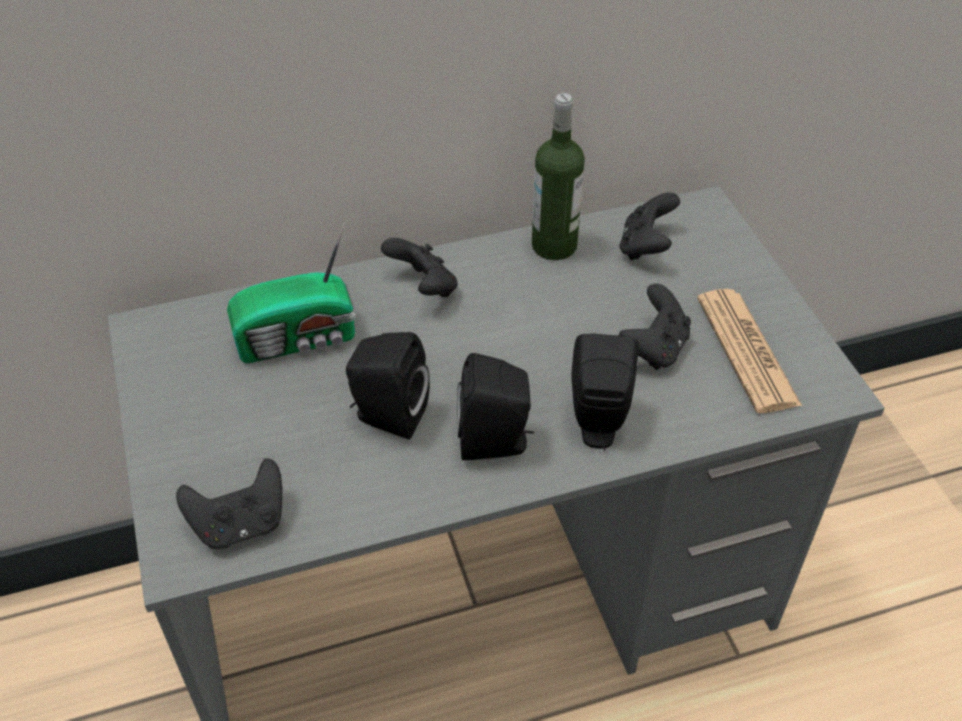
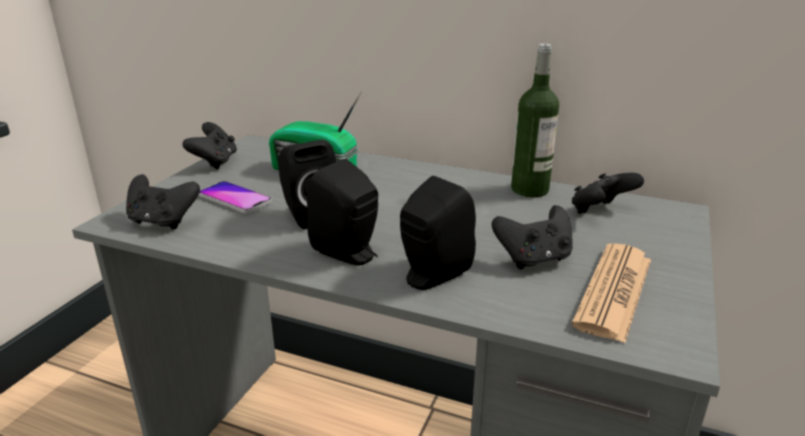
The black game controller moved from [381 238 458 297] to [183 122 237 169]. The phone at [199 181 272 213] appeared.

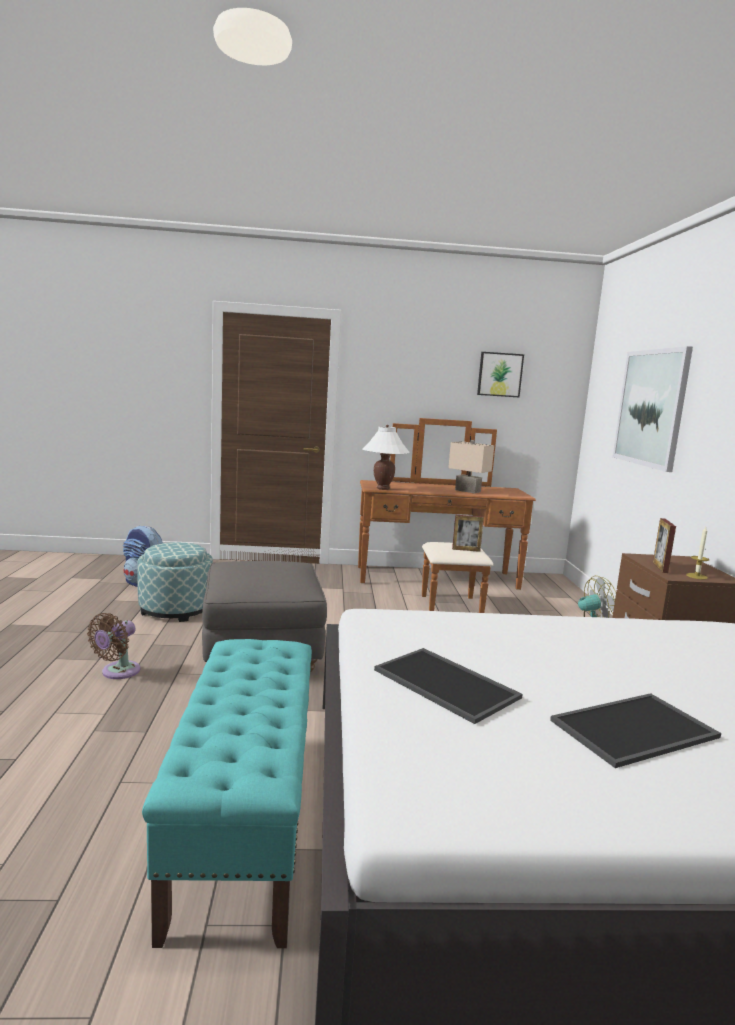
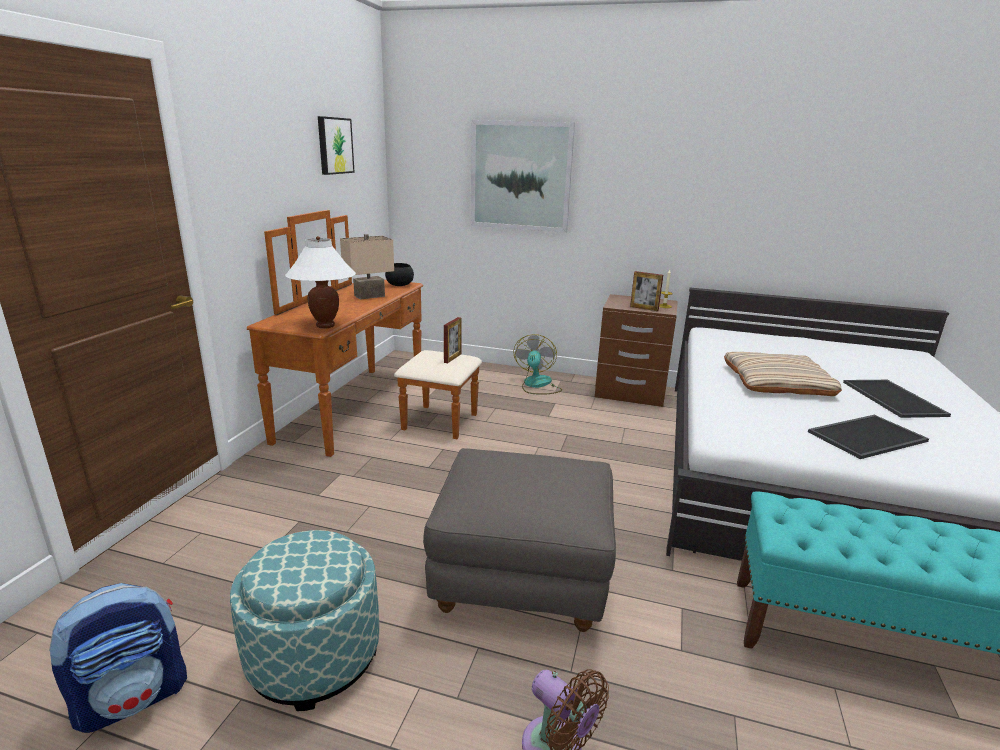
The black bowl at [385 263 414 286] appeared. The beige pillow at [724 352 842 396] appeared.

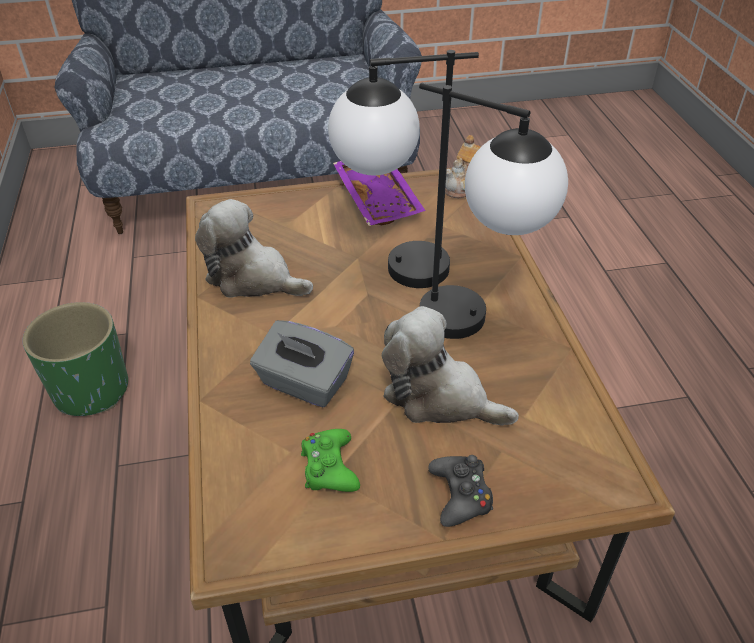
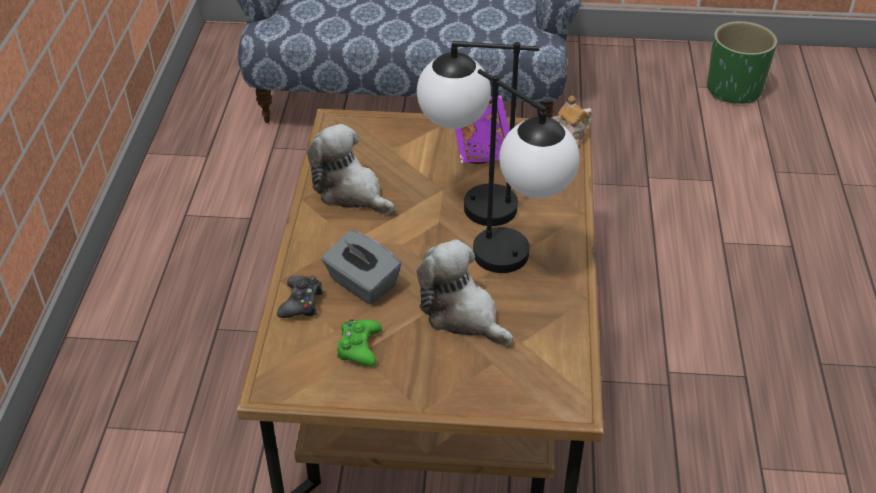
The black game controller moved from [428 455 493 527] to [277 276 324 318]. The green planter moved from [22 302 128 416] to [707 21 777 104].

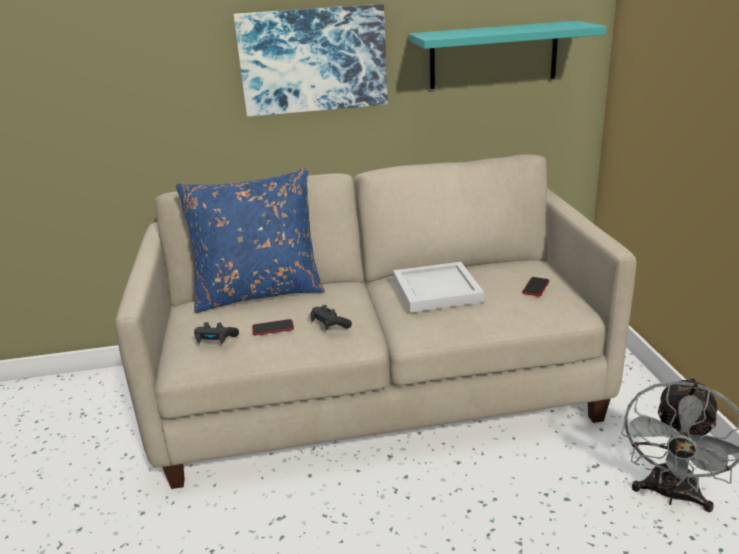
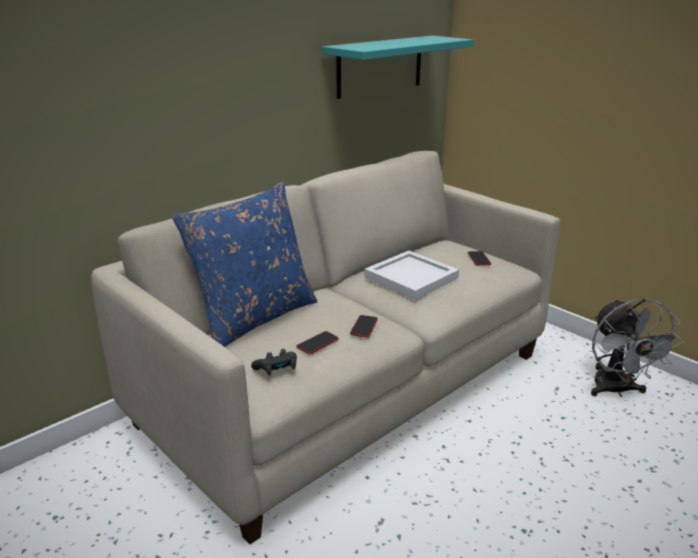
The black game controller at [310 305 352 330] was replaced by the phone at [350 315 378 338]. The picture at [234 4 388 117] disappeared.

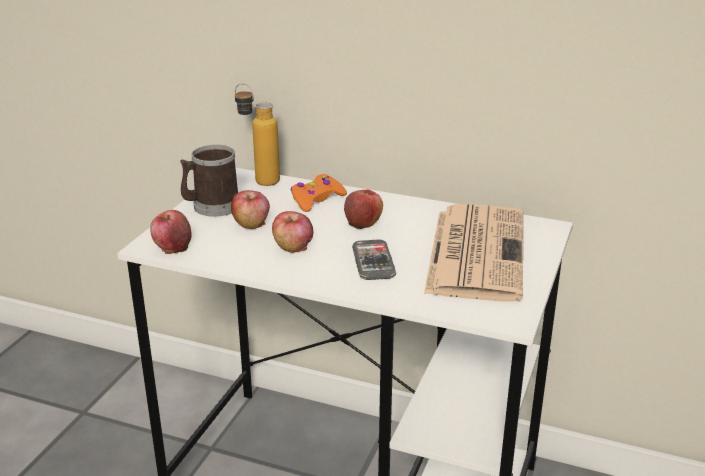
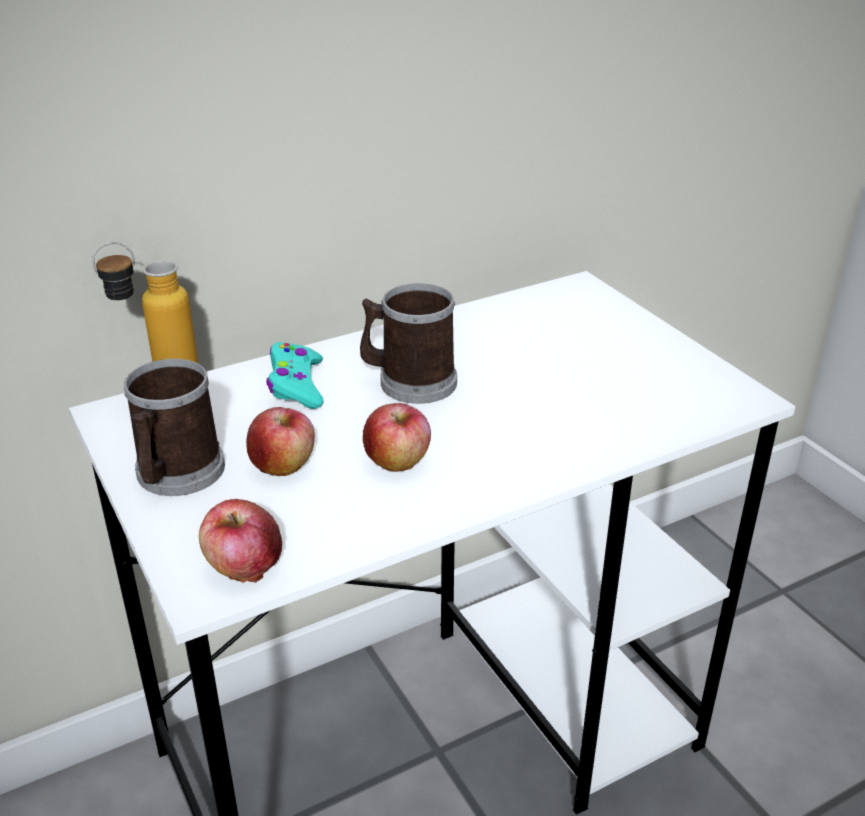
The orange game controller at [291 174 347 212] became the turquoise game controller at [266 342 323 409]. The apple at [344 190 383 229] was replaced by the mug at [360 283 457 404]. The phone at [352 240 396 280] disappeared. The newspaper at [424 204 523 302] disappeared.

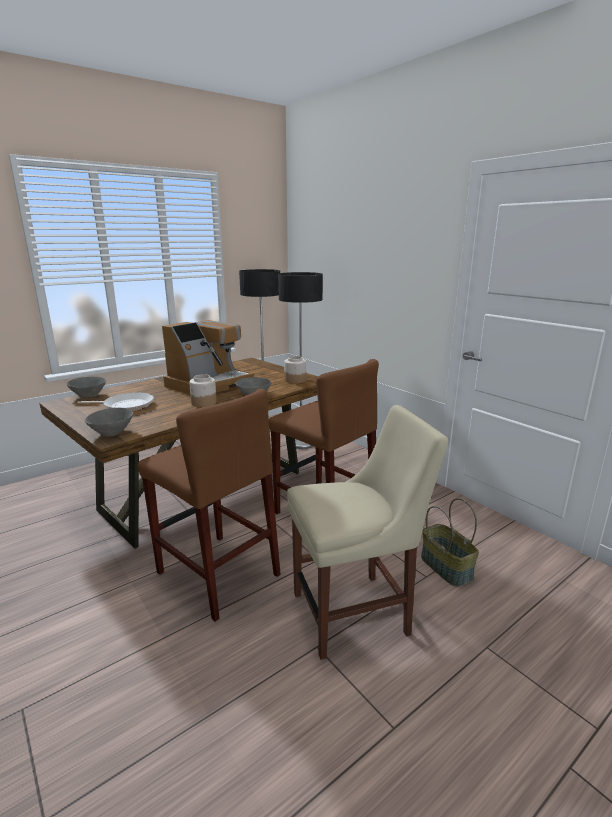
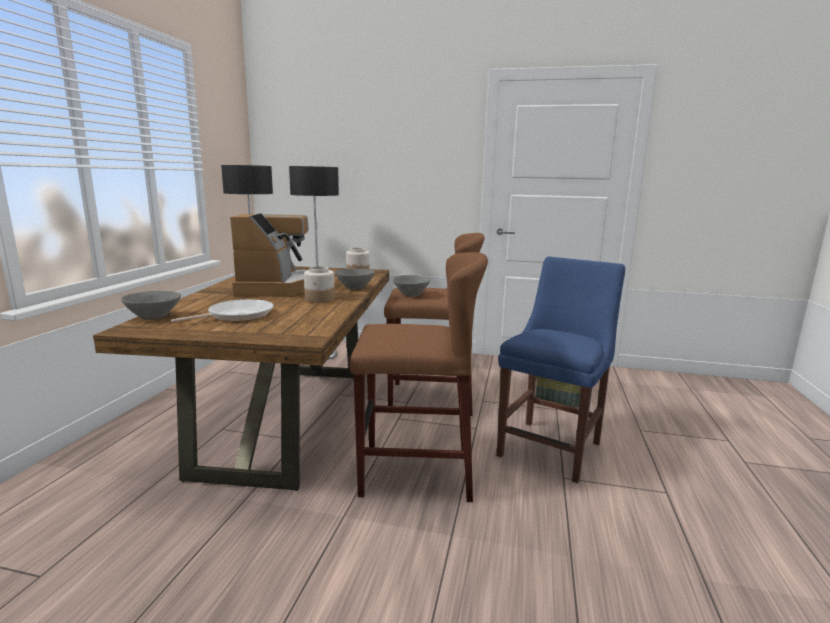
The grey bowl moved from [85 408 133 437] to [393 275 431 296]. The beige chair at [287 405 448 660] became the blue chair at [497 256 625 483].

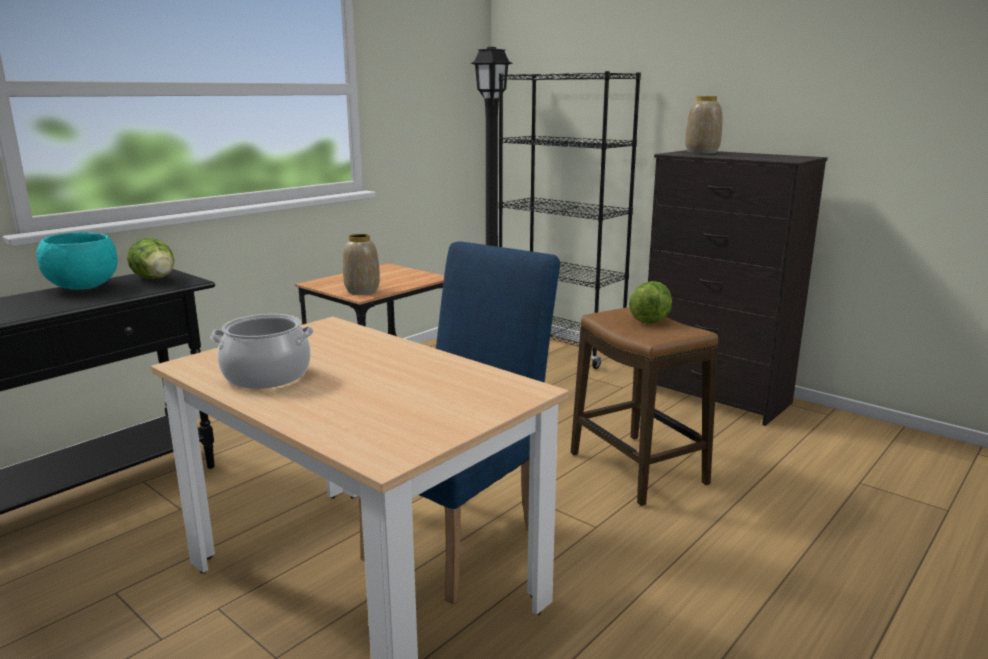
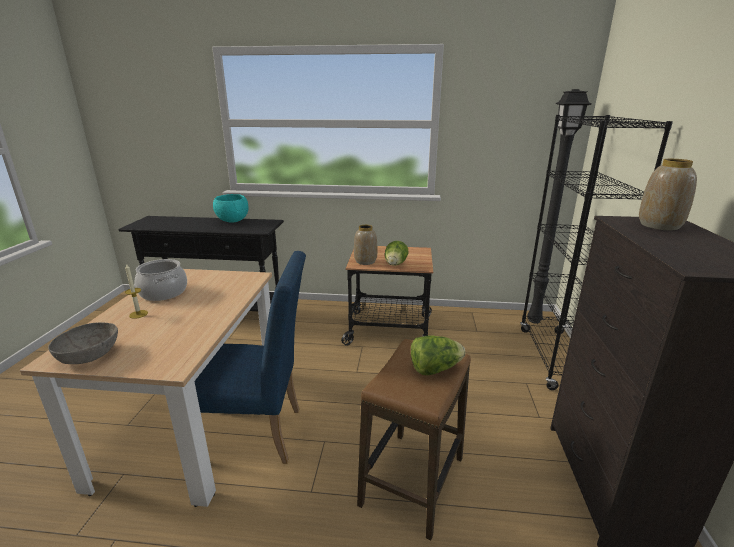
The grey bowl at [48 322 118 364] appeared. The candle at [125 263 148 319] appeared. The lettuce moved from [127 238 174 279] to [385 241 409 266].

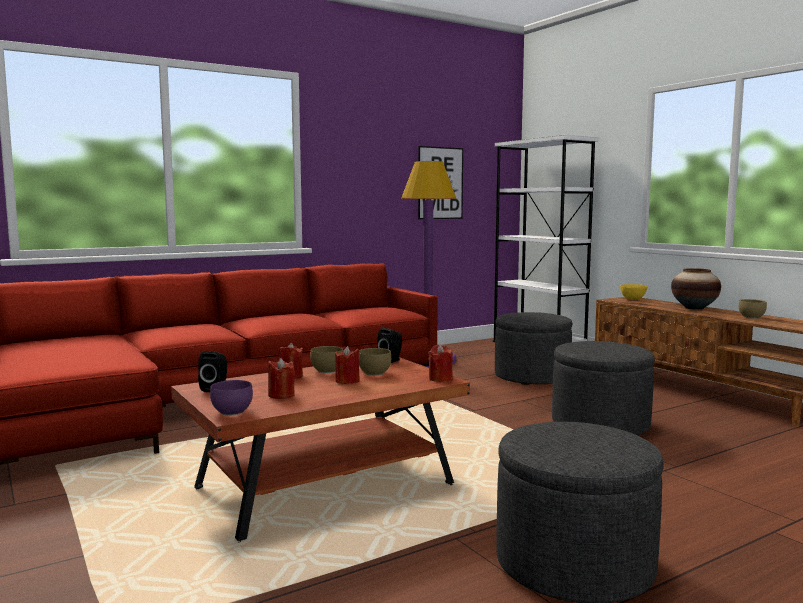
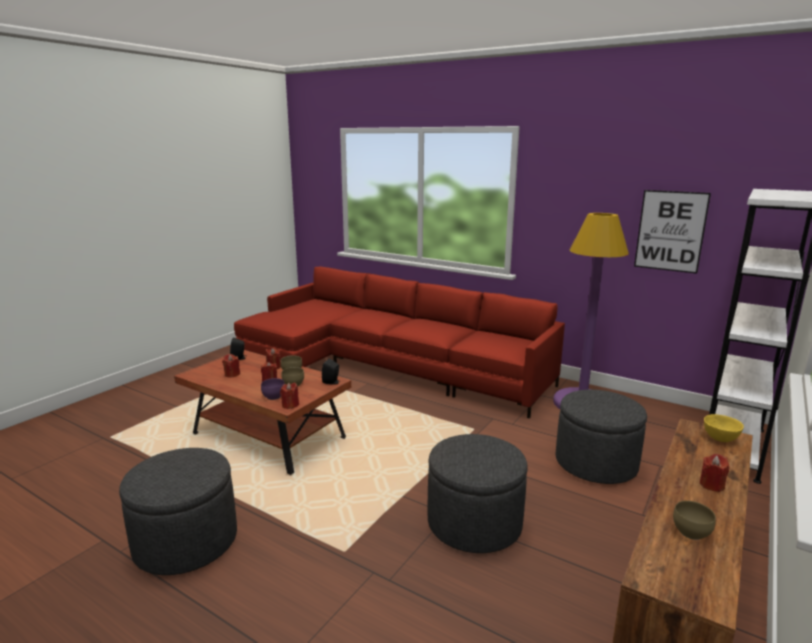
The purple bowl moved from [210 380 253 416] to [261 378 285 400]. The vase at [671 268 721 310] was replaced by the red candle at [700 454 730 492].

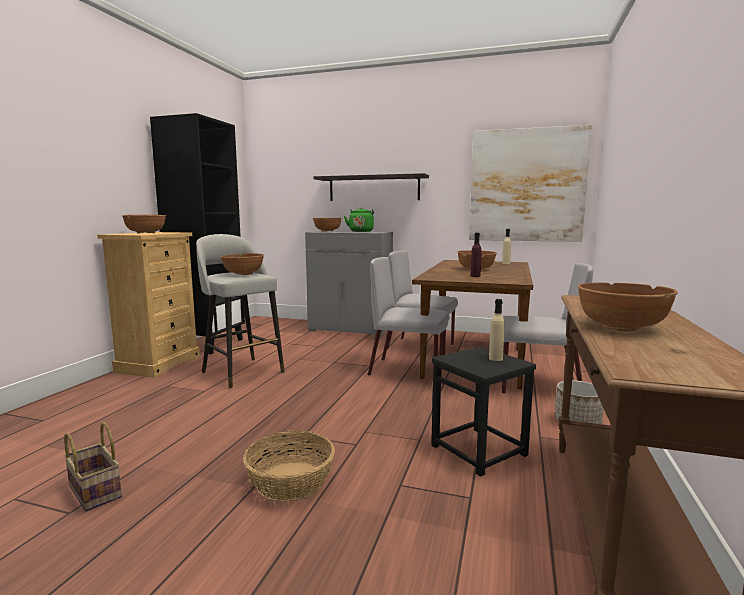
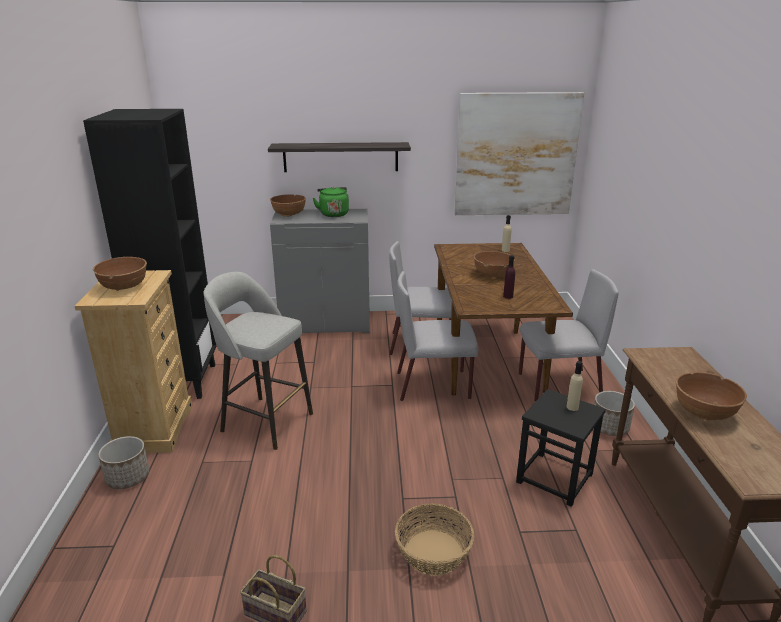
The planter at [98 436 149 489] appeared. The brown bowl at [221 253 264 275] disappeared.

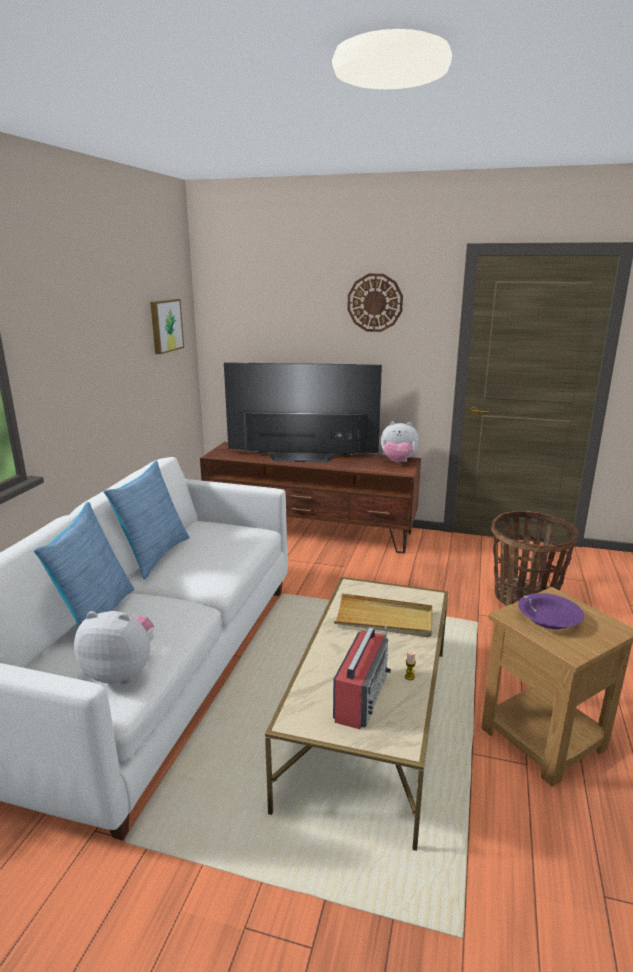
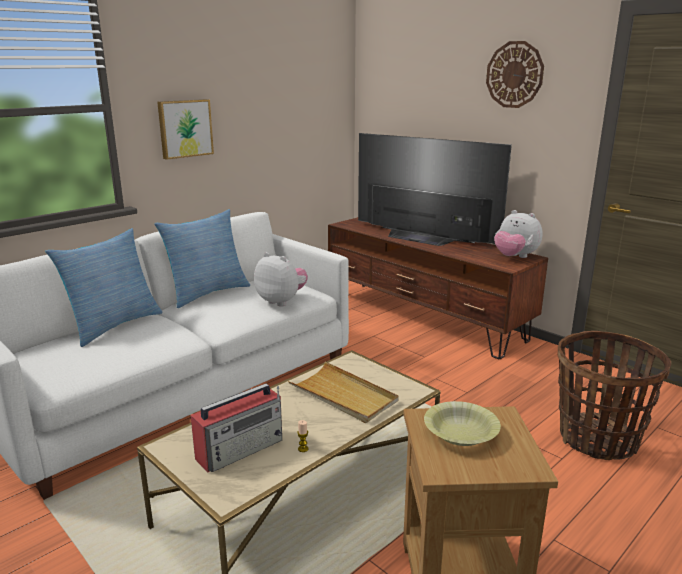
The picture moved from [150 299 184 354] to [157 99 214 160]. The plush toy moved from [74 611 154 684] to [254 252 308 307]. The purple bowl at [518 593 584 629] became the yellow bowl at [424 401 501 446].

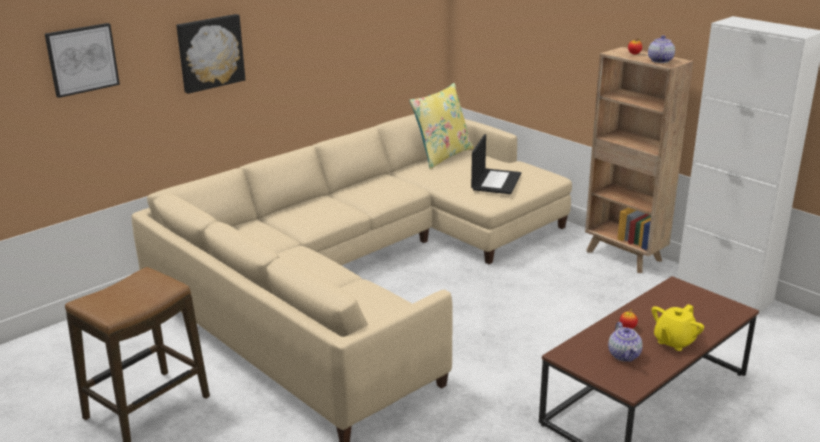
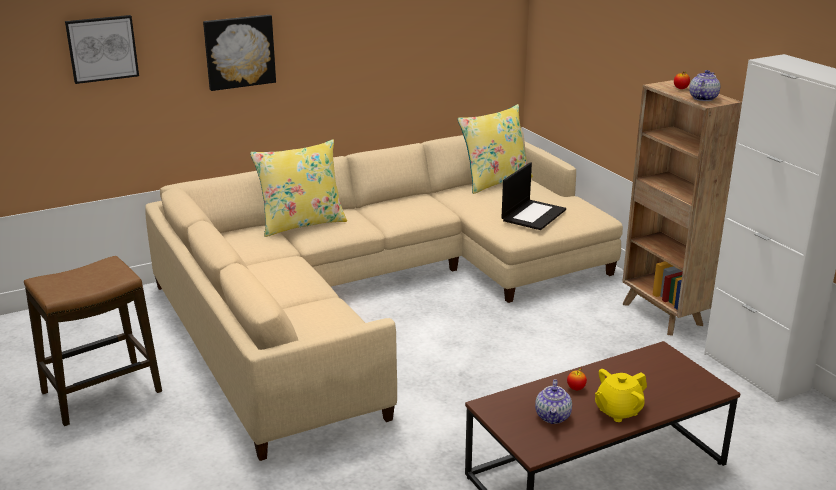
The yellow pillow at [250 140 347 237] appeared.

